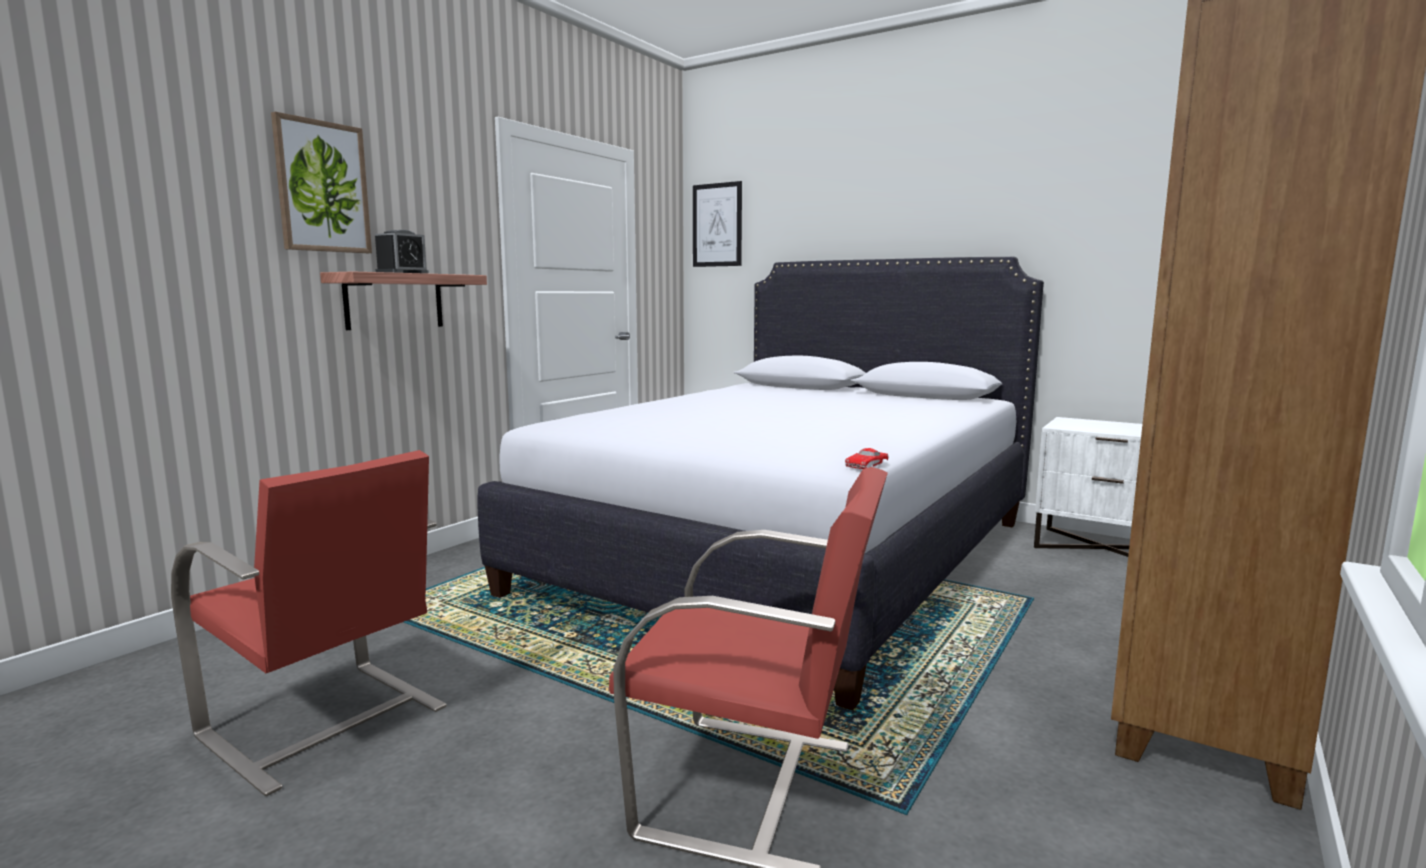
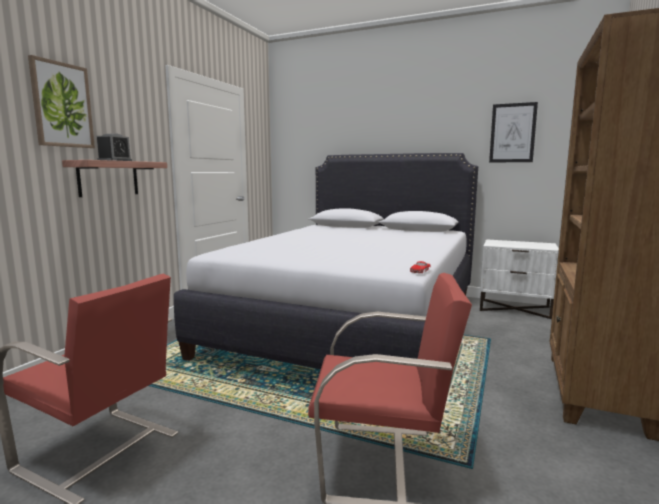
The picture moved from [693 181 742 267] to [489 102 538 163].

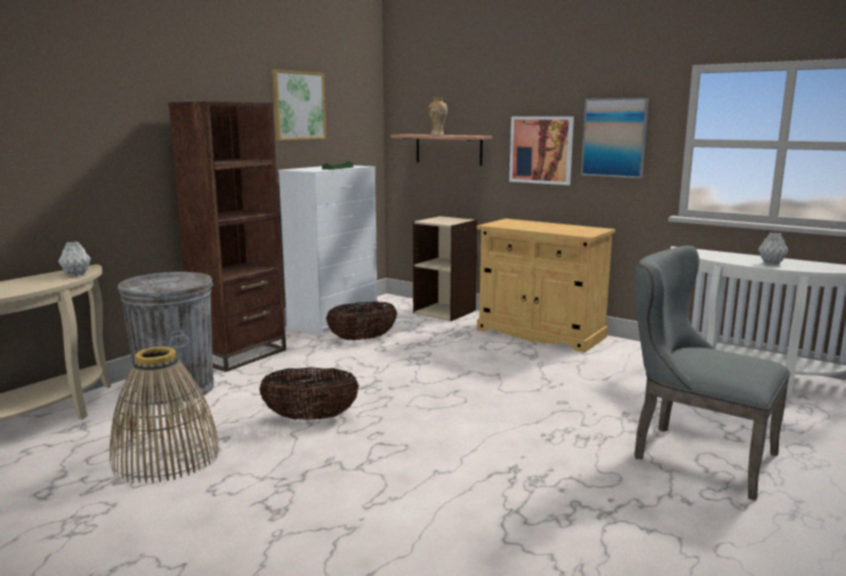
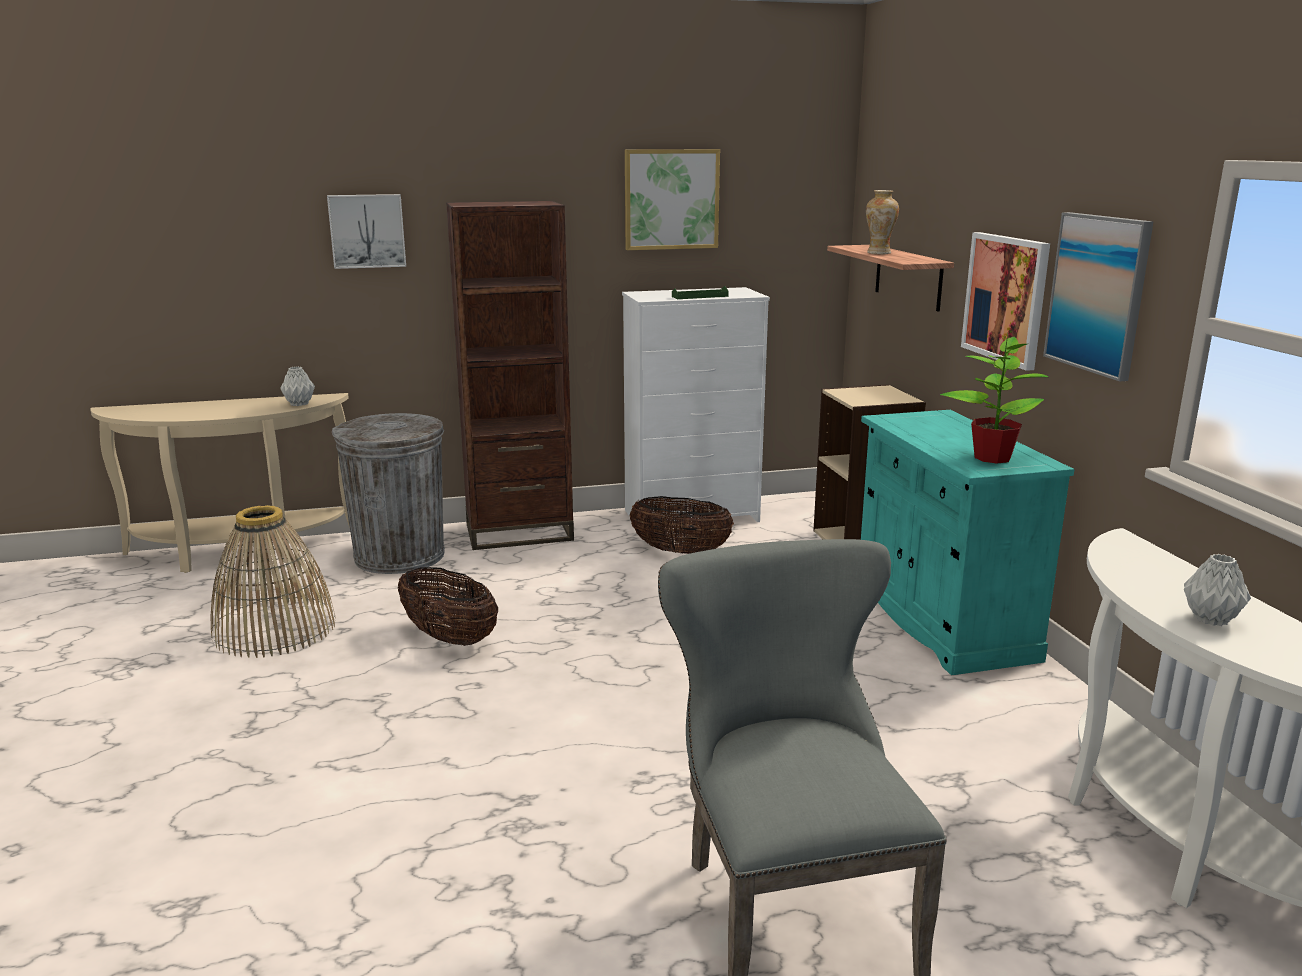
The picture at [327 194 406 269] appeared. The beige cabinet at [477 219 615 352] became the turquoise cabinet at [861 410 1075 675]. The potted plant at [940 333 1048 464] appeared.

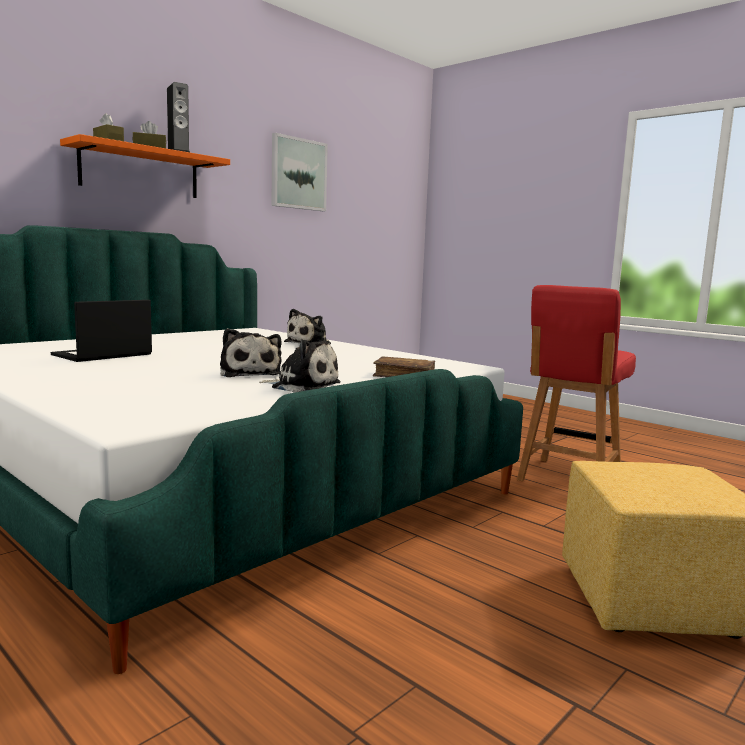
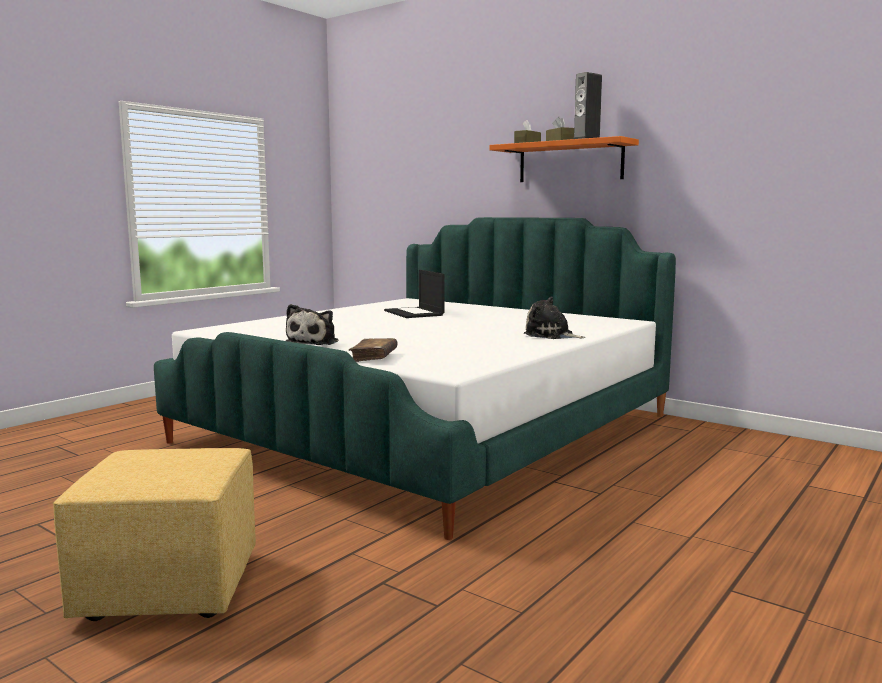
The laptop at [51 300 152 362] turned 150 degrees counterclockwise. The plush toy at [220 328 282 377] disappeared. The picture at [272 133 328 211] disappeared. The red chair at [517 285 636 481] disappeared.

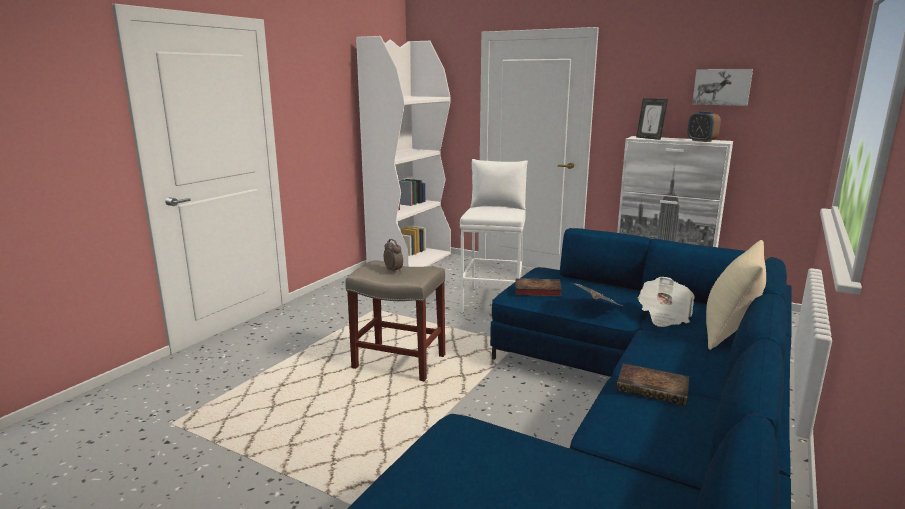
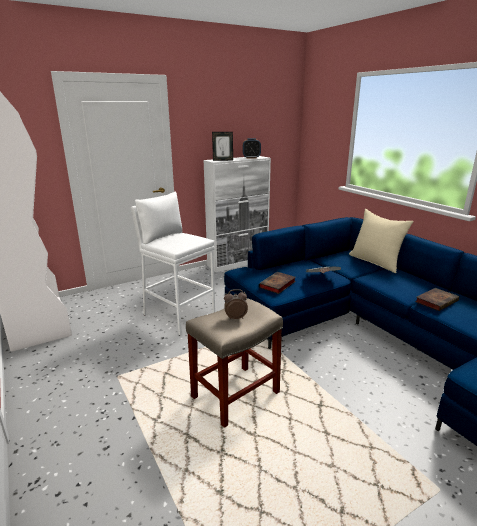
The newspaper at [638 277 695 327] disappeared. The picture at [692 69 753 106] disappeared.

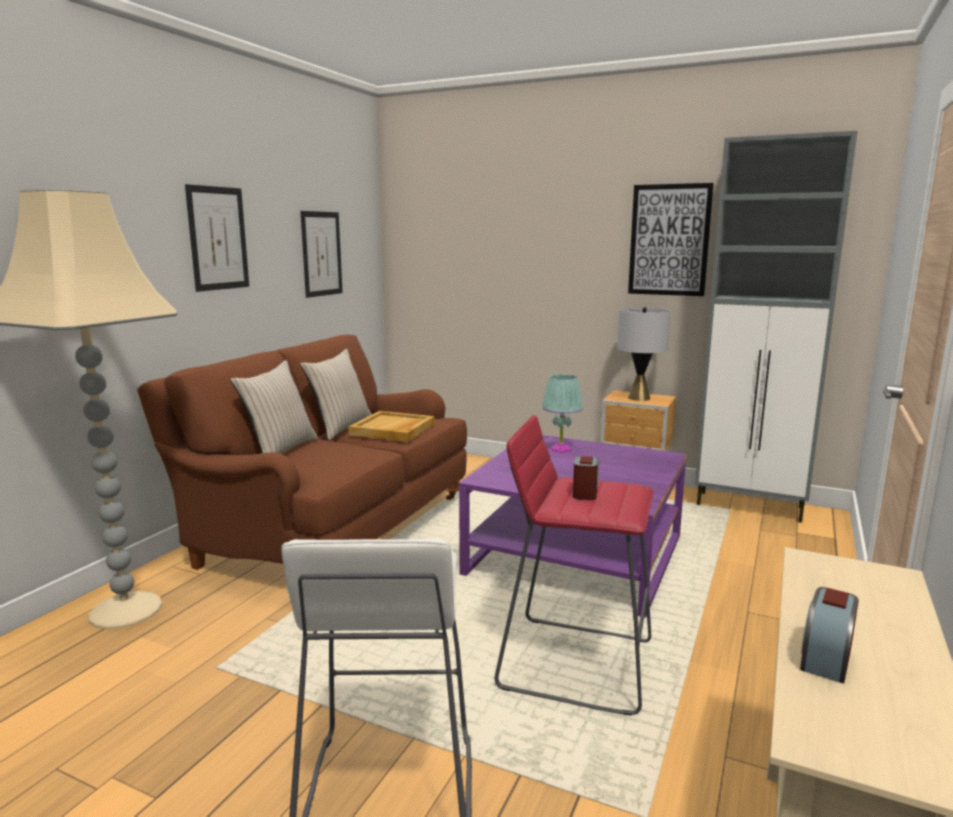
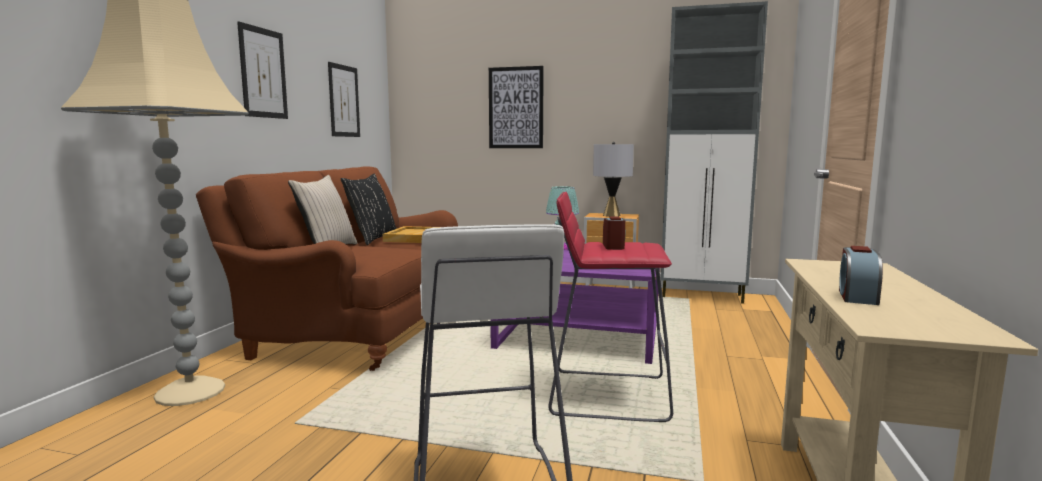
The beige pillow at [300 349 372 440] became the black pillow at [341 174 397 245]. The picture moved from [628 183 714 296] to [489 66 544 148].

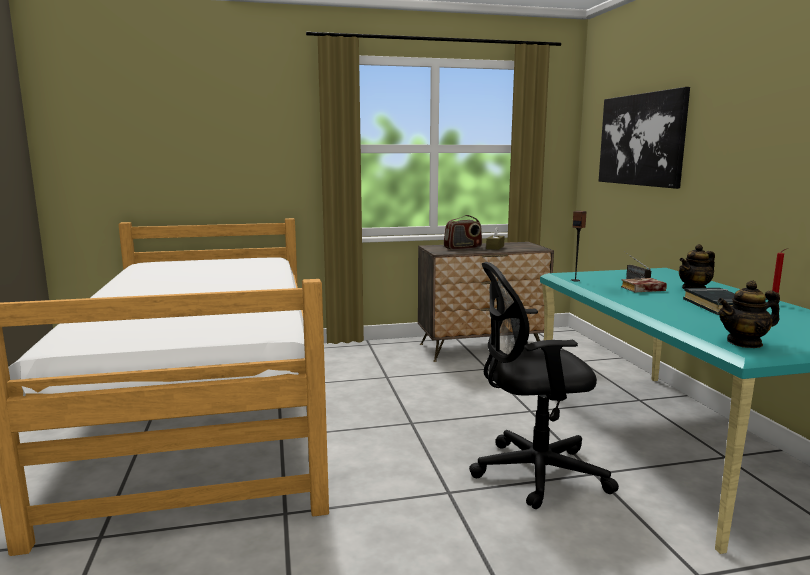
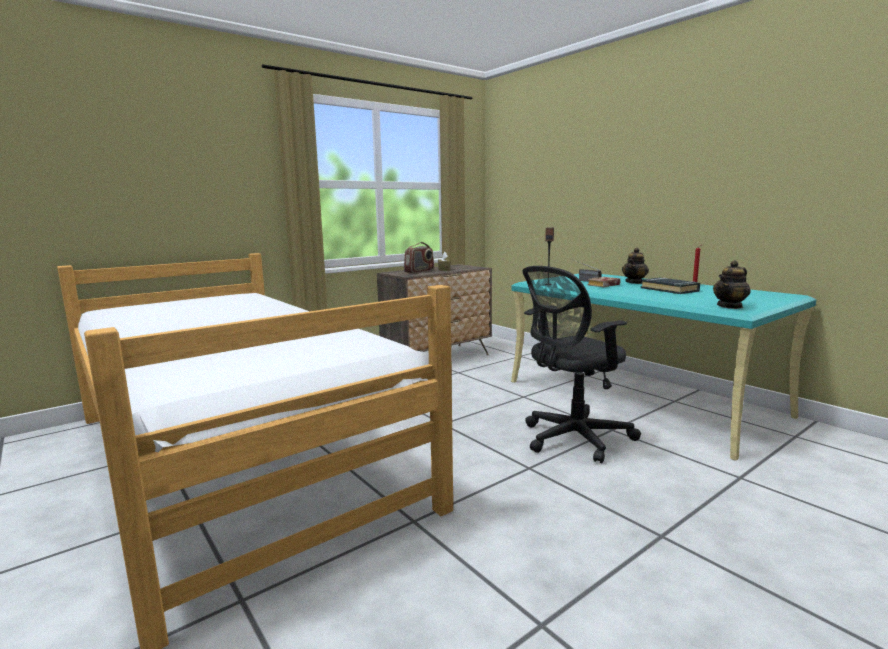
The picture at [599 87 690 189] disappeared.

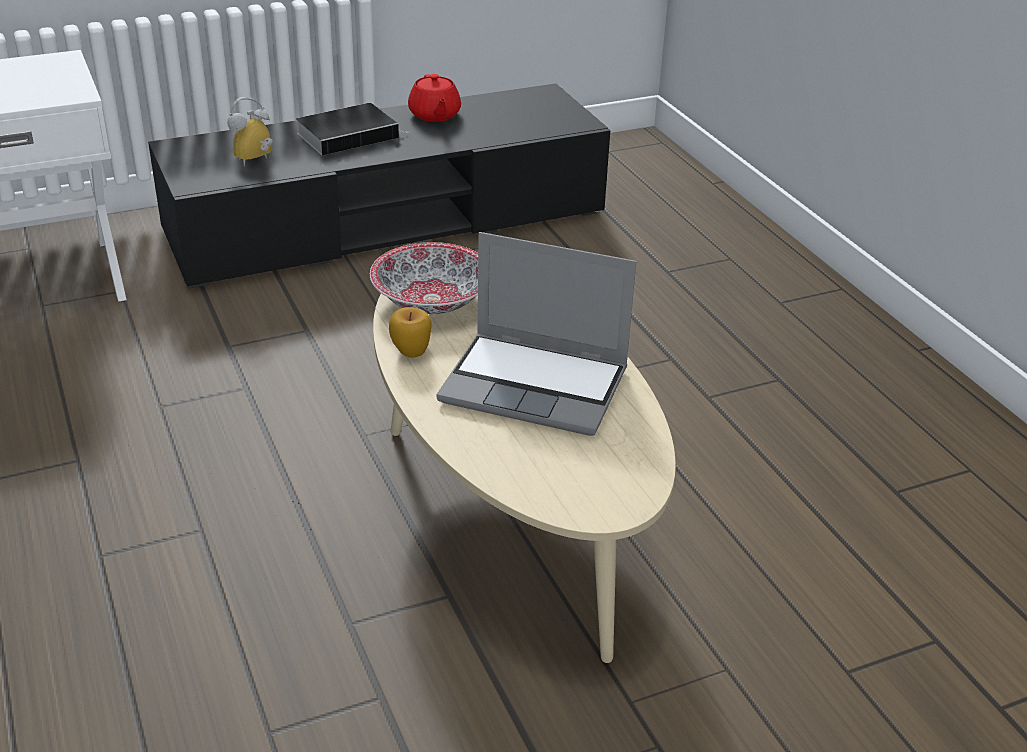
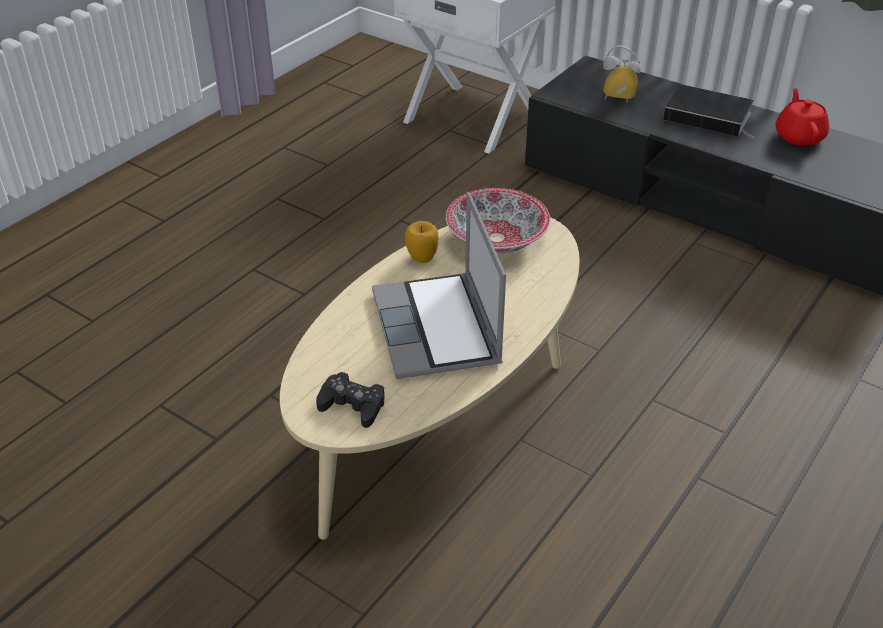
The black game controller at [316 372 385 428] appeared. The red teapot at [408 74 461 122] turned 135 degrees clockwise.

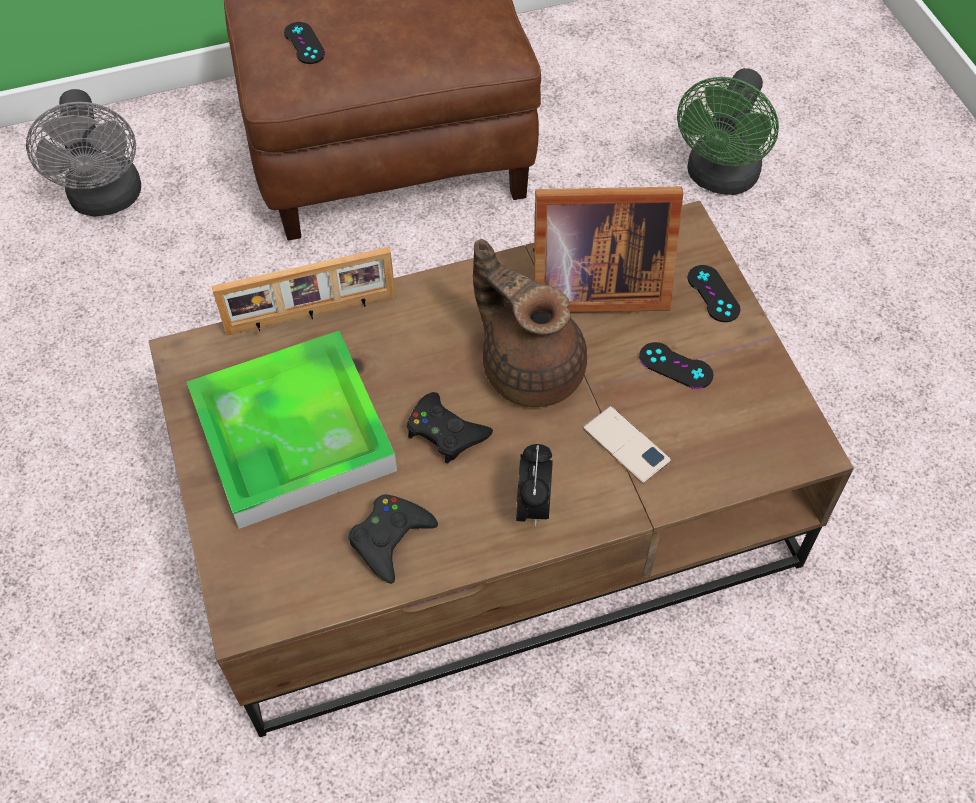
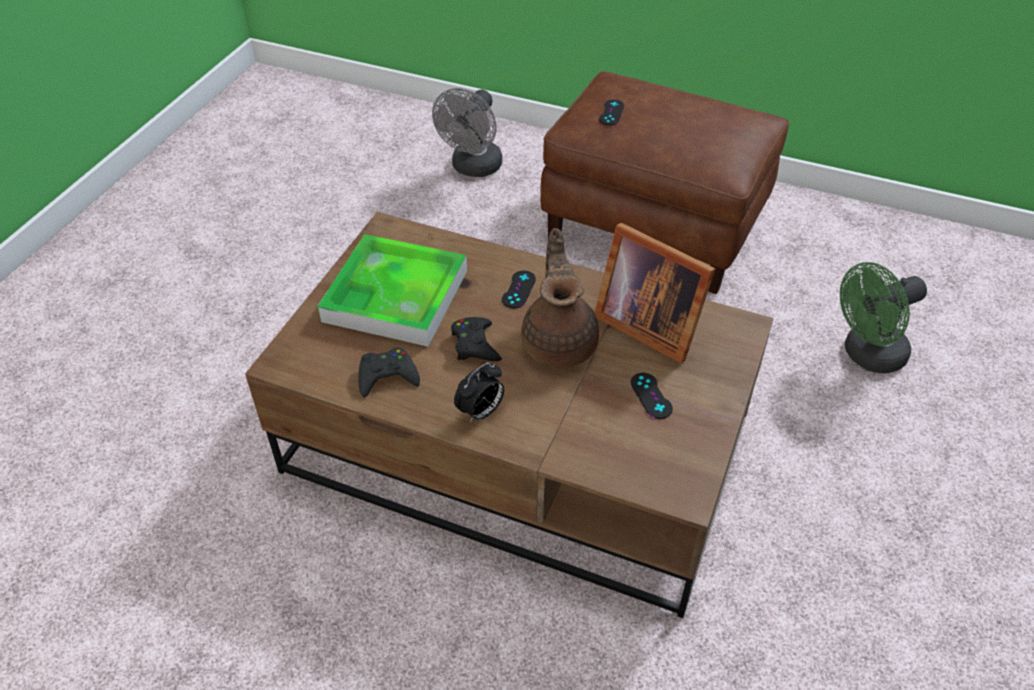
The black game controller moved from [688 265 741 322] to [502 270 536 308]. The picture frame at [212 247 396 336] disappeared. The phone at [583 406 671 484] disappeared.

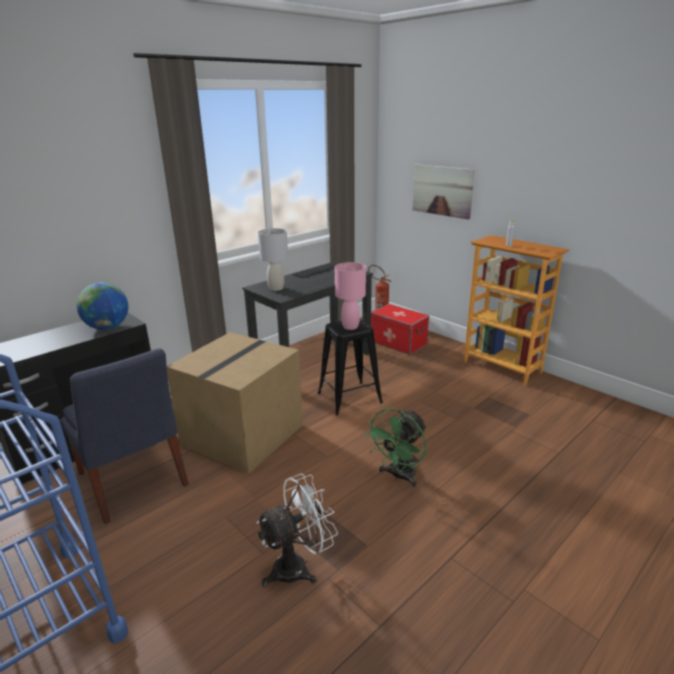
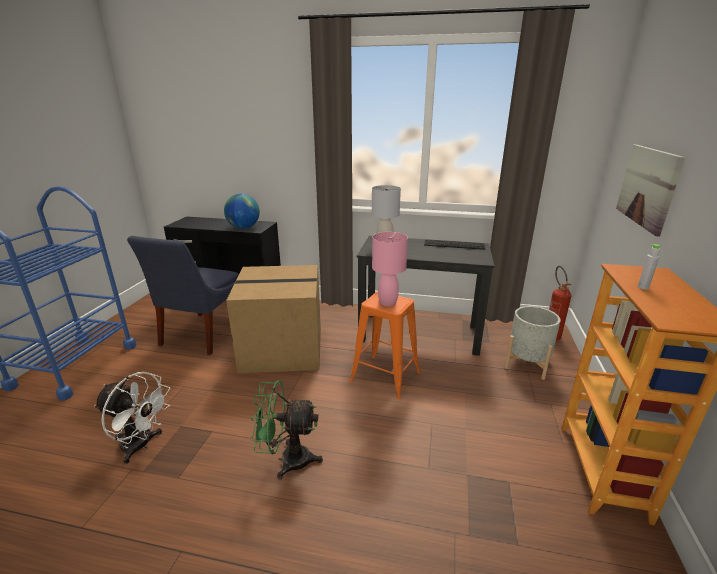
The black stool at [318 319 383 415] became the orange stool at [350 292 420 400]. The storage box at [371 304 429 355] was replaced by the grey planter at [505 306 561 380].

